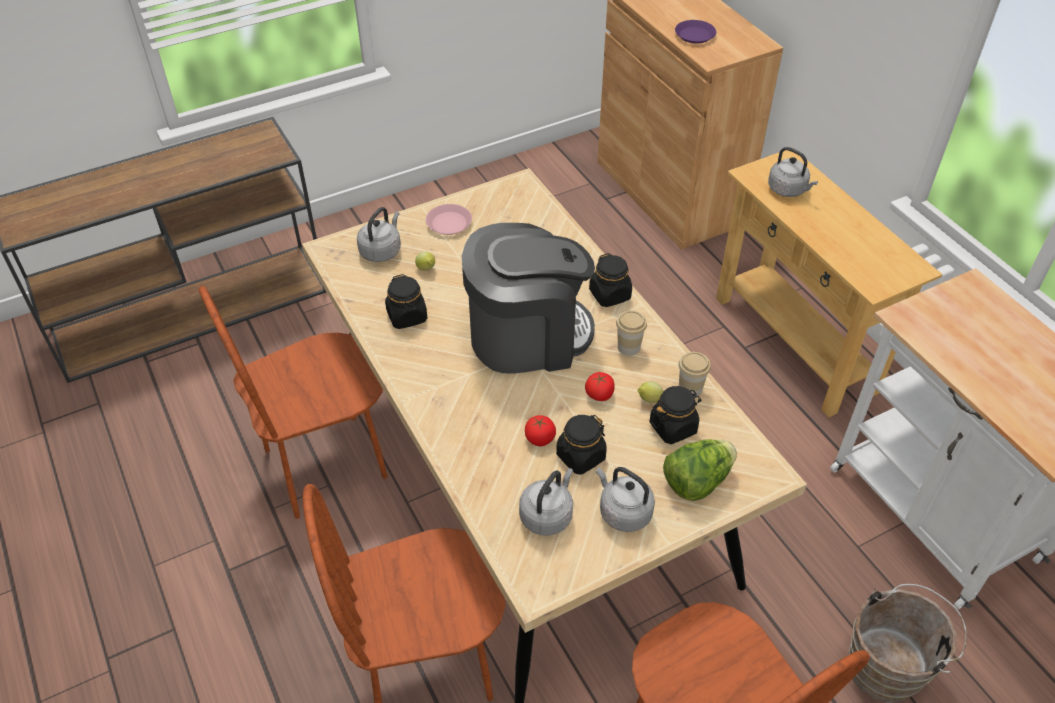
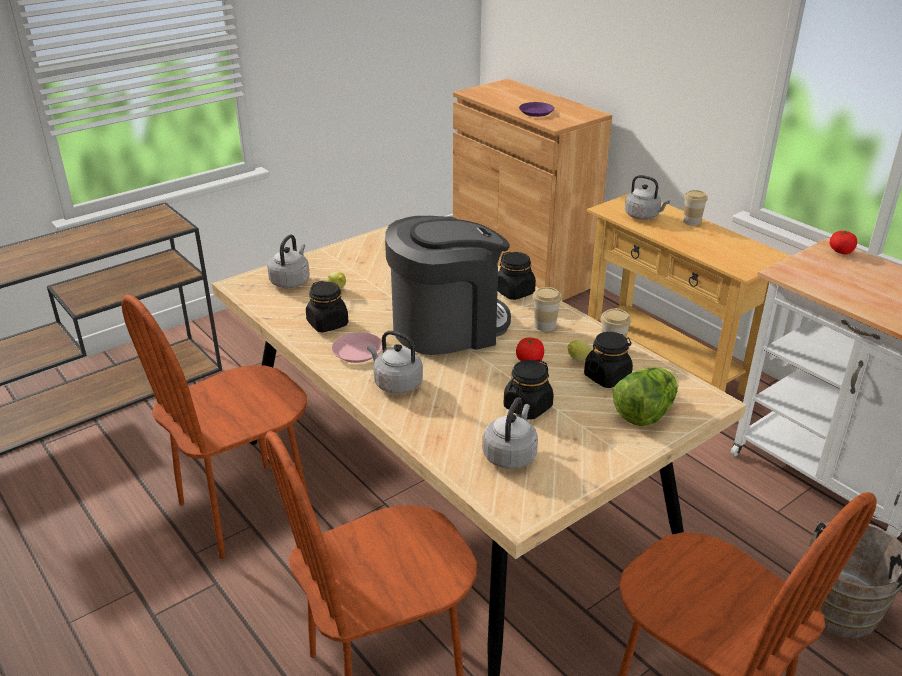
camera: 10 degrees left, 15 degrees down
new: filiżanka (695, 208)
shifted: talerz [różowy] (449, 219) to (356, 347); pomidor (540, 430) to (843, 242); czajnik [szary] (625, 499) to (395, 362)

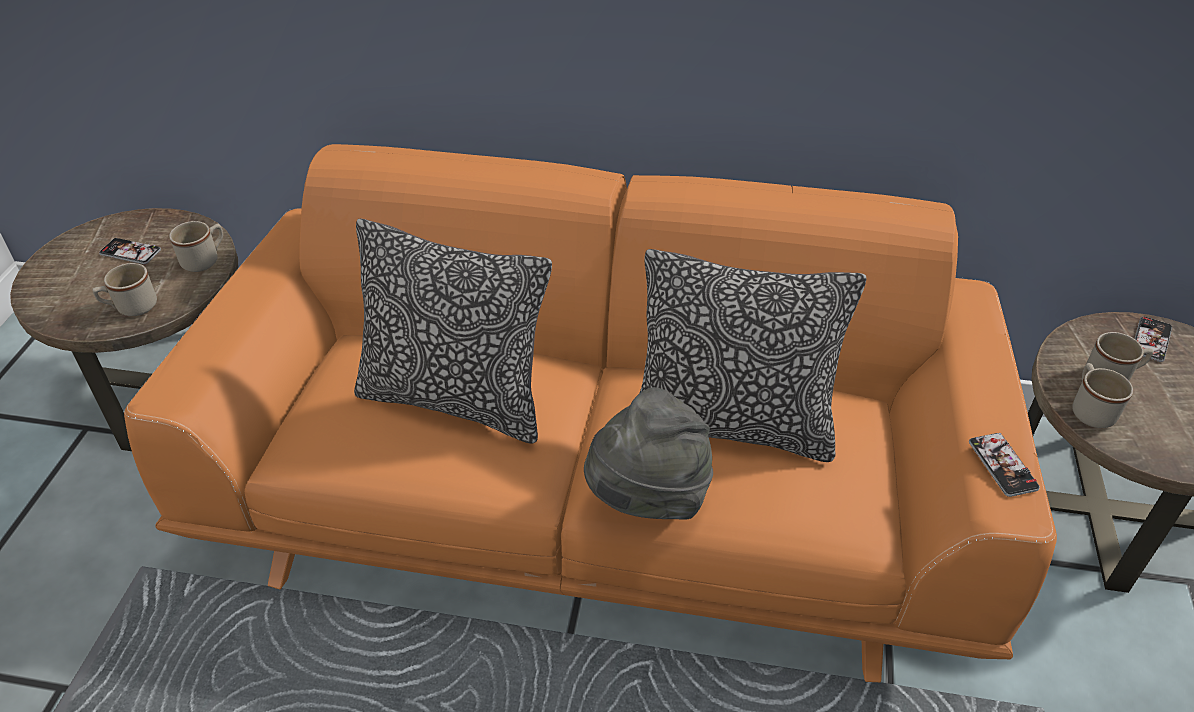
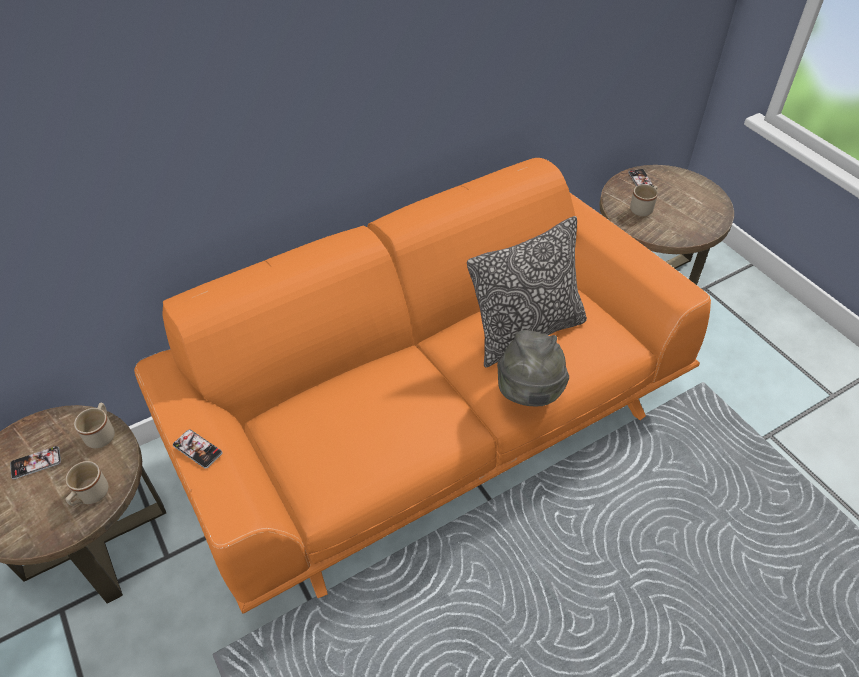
camera: 40 degrees left, 5 degrees up
gone: poduszka (453, 331); kubek [beżowy] (1102, 395)
shifted: telefon (1004, 465) to (198, 449)

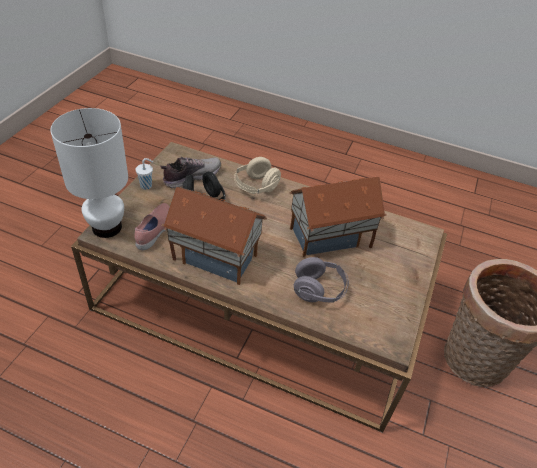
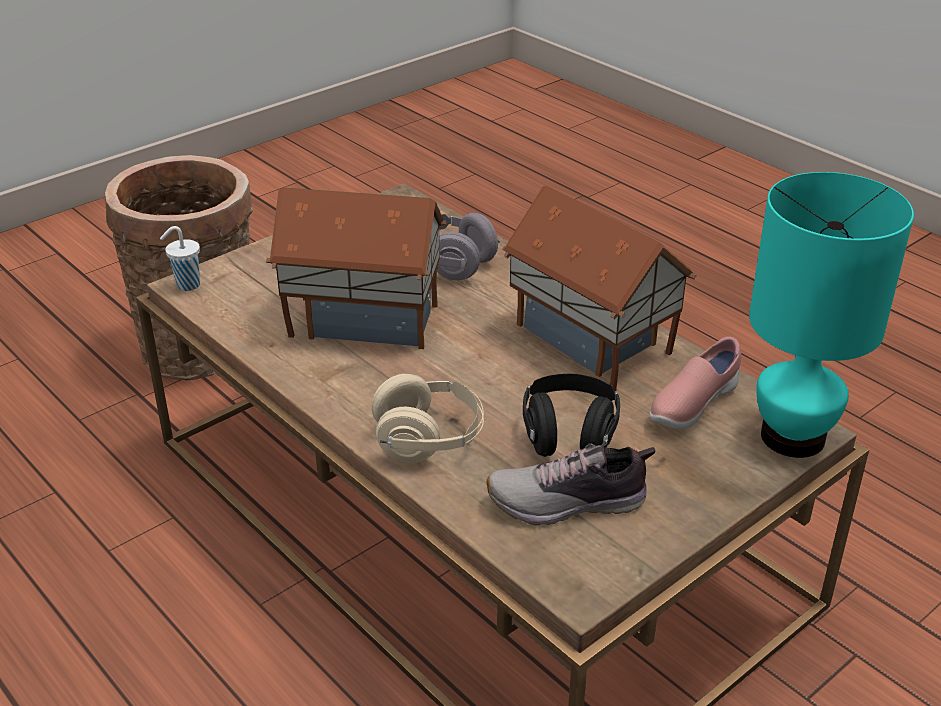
camera: 150 degrees left, 10 degrees down
shifted: filiżanka [biały] (144, 174) to (180, 258)
repainted: lampa stołowa [biały] (89, 173) to lampa stołowa [turkusowy] (831, 315)

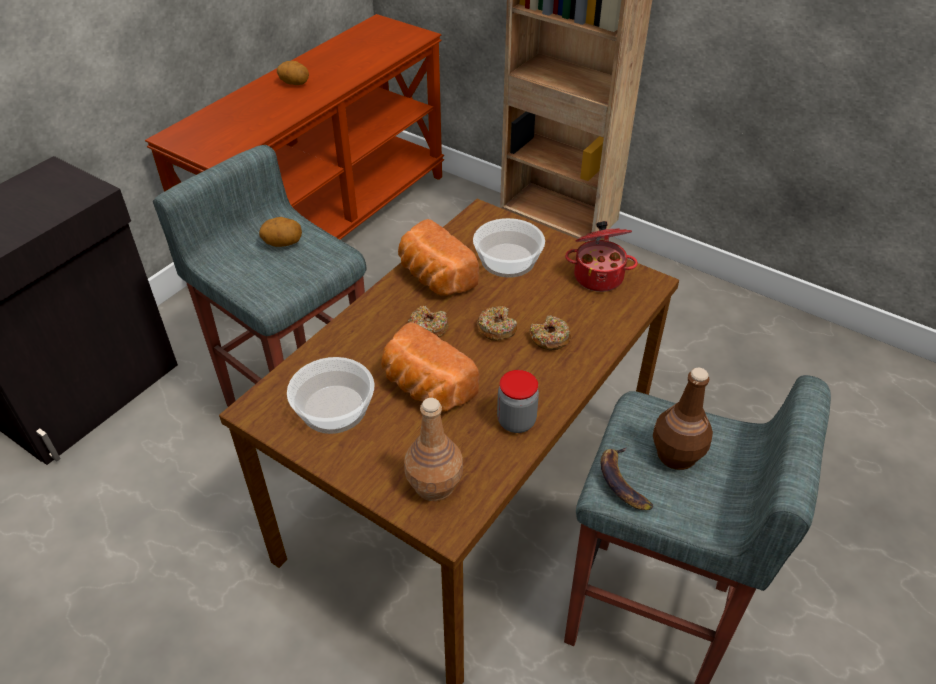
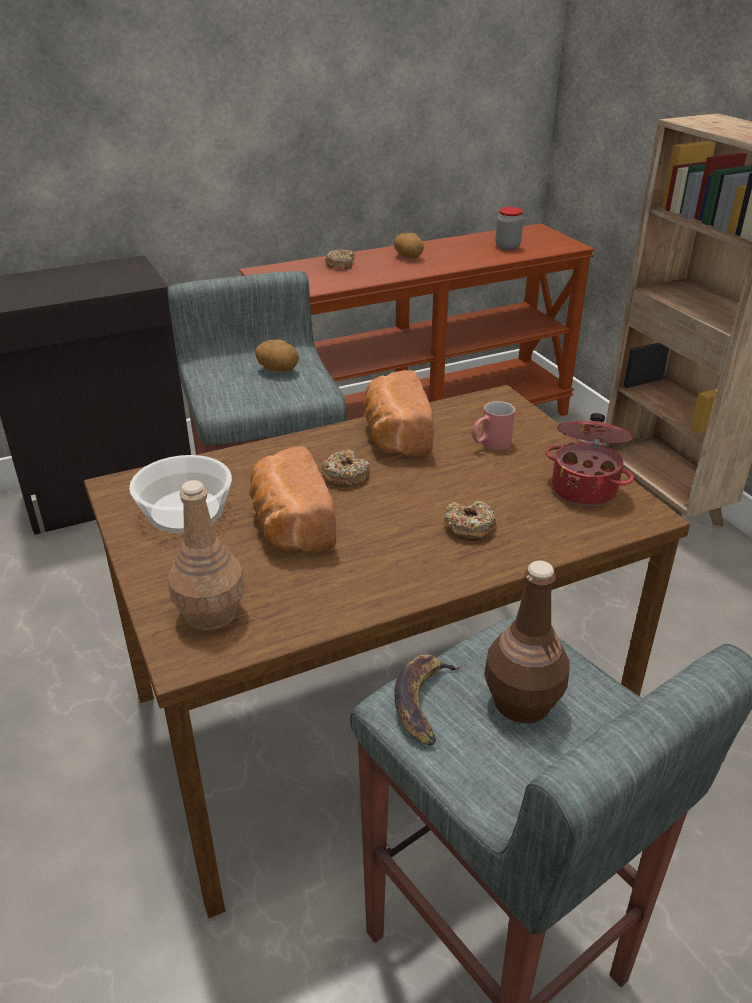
camera: 30 degrees right, 10 degrees down
shifted: donut (497, 323) to (340, 259); słoik (518, 401) to (509, 228)
swapped: miska (509, 248) to kubek [czerwony] (493, 425)

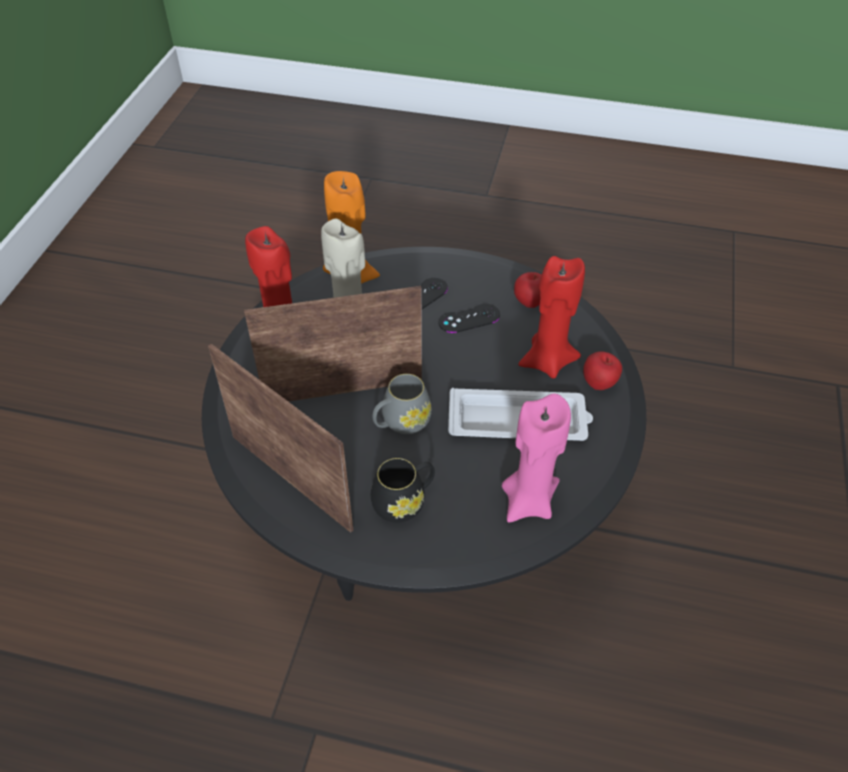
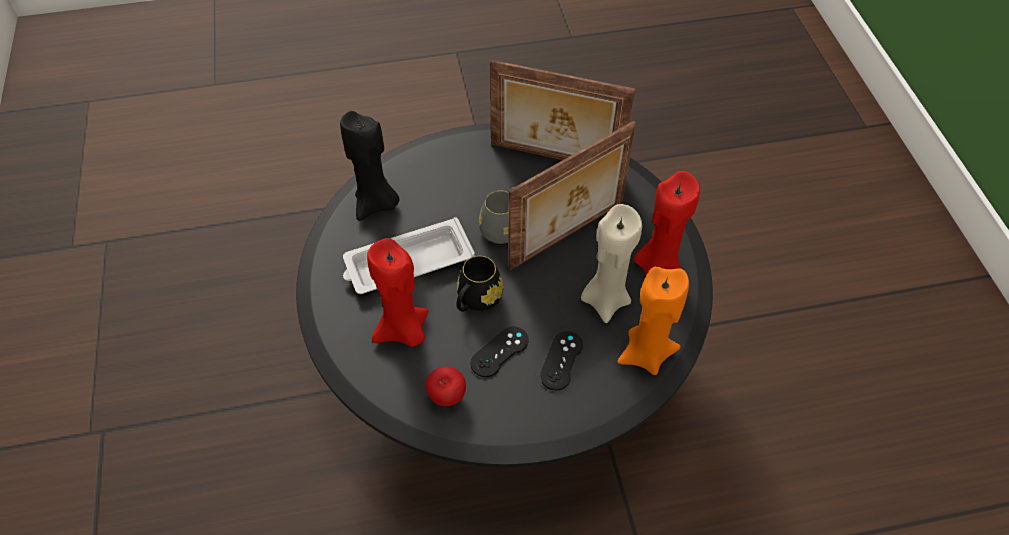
camera: 155 degrees right, 5 degrees up
gone: jabłko (602, 371)
shifted: kubek [czarny] (403, 490) to (480, 284)
repainted: świeca [różowy] (536, 458) to świeca [czarny] (370, 166)

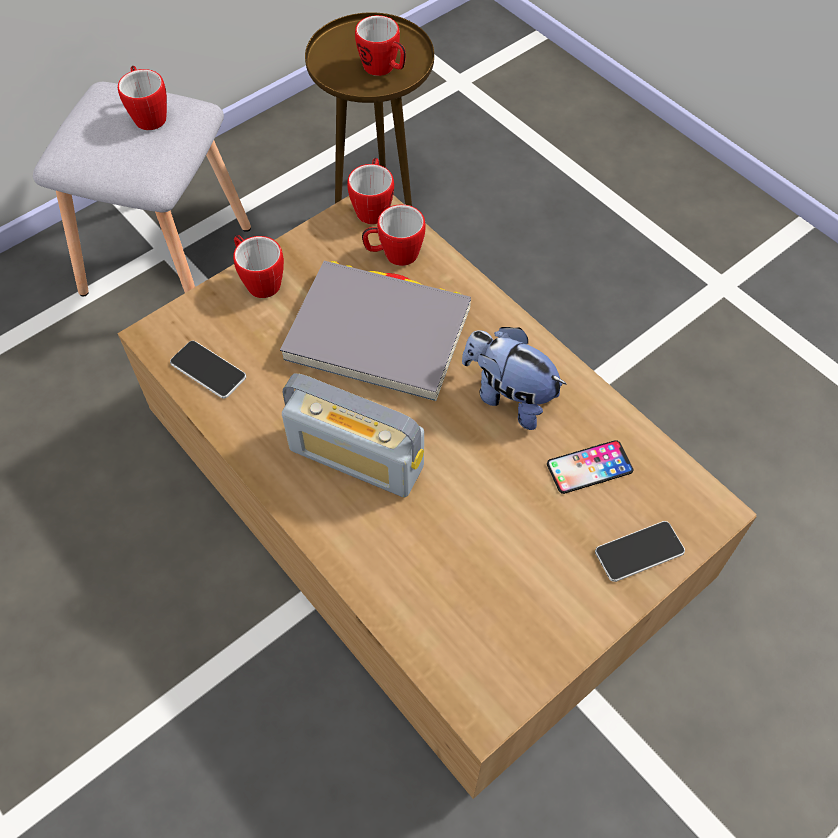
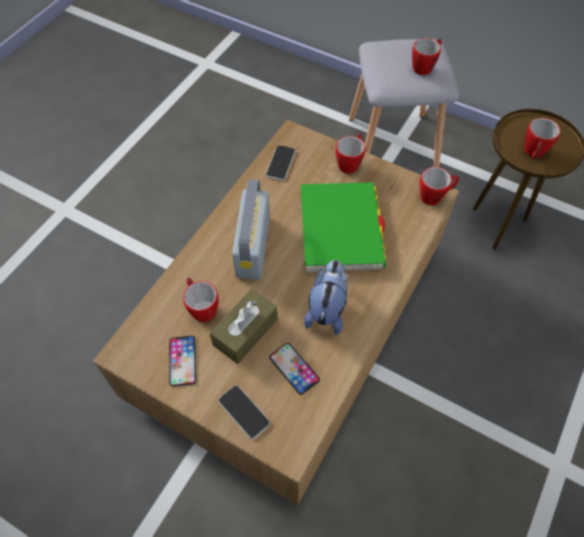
camera: 70 degrees right, 0 degrees up
new: pudełko chusteczek [brązowy] (243, 326); telefon (182, 361)
shifted: kubek (393, 235) to (201, 300)
repainted: książka [szary] (375, 331) to książka [zielony] (344, 228)

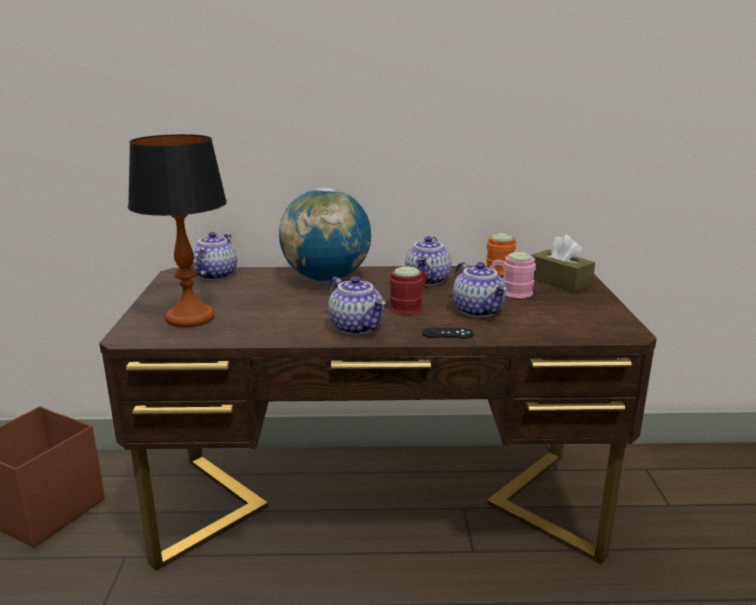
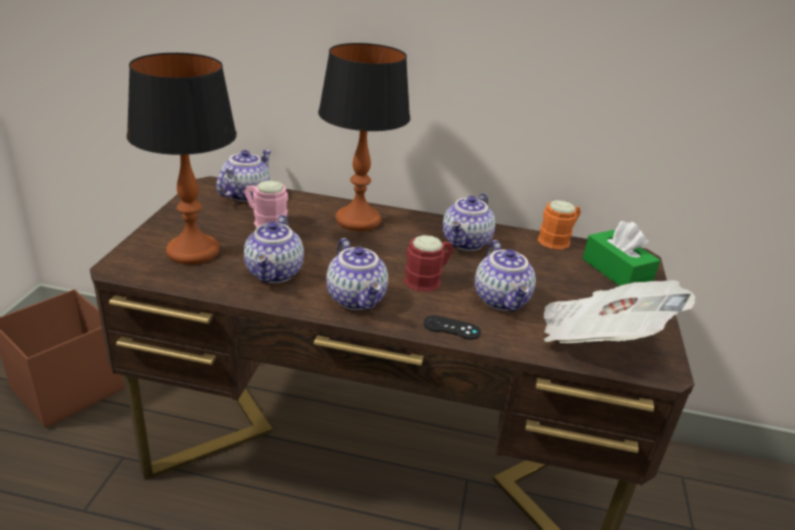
camera: 10 degrees right, 10 degrees up
new: imbryk (274, 248); gazeta (619, 311)
shifted: kubek [różowy] (513, 275) to (266, 204)
swapped: globus (325, 235) to lampa stołowa (364, 137)
repainted: pudełko chusteczek [brązowy] (563, 263) to pudełko chusteczek [zielony] (621, 253)

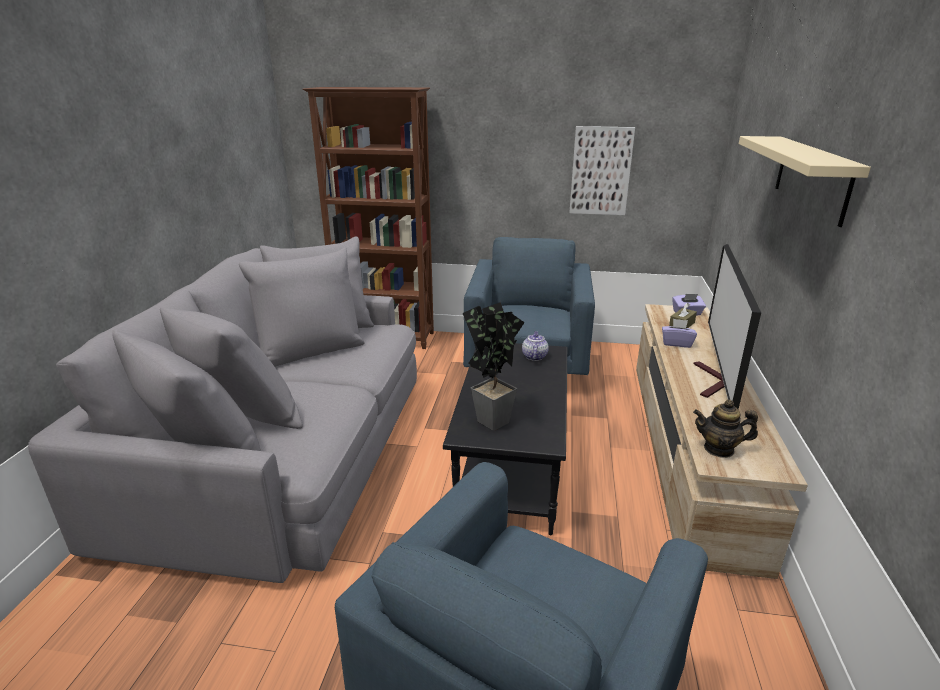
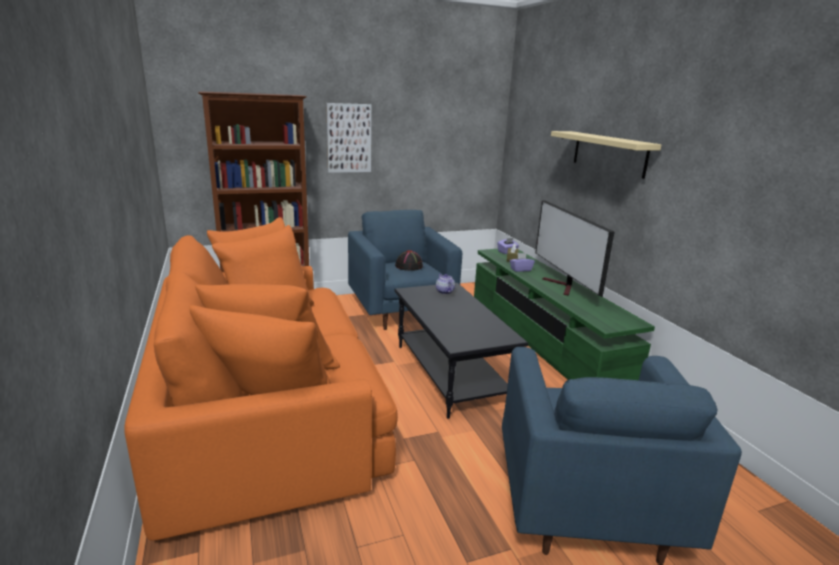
camera: 30 degrees left, 5 degrees down
gone: roślina doniczkowa (493, 366); imbryk (725, 429)
new: kapelusz [czarny] (409, 260)
shifted: obraz (602, 170) to (348, 138)
repainted: kanapa [szary] (222, 409) to kanapa [pomarańczowy] (261, 379); szafka pod telewizor [beżowy] (722, 441) to szafka pod telewizor [zielony] (564, 314)

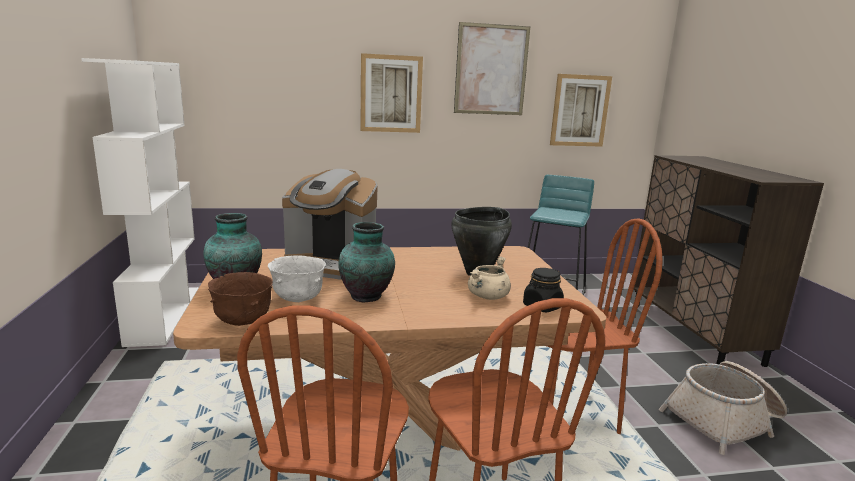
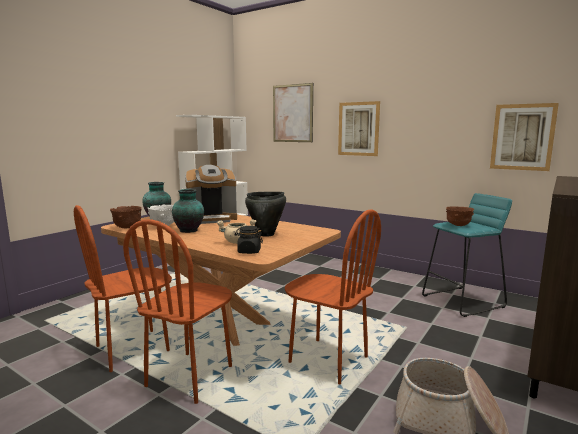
camera: 45 degrees right, 5 degrees down
new: miska [brązowy] (460, 216)
shifted: obraz (492, 68) to (293, 112)
rotated: ekspres do kawy (329, 224) = (211, 194) 75 degrees counterclockwise

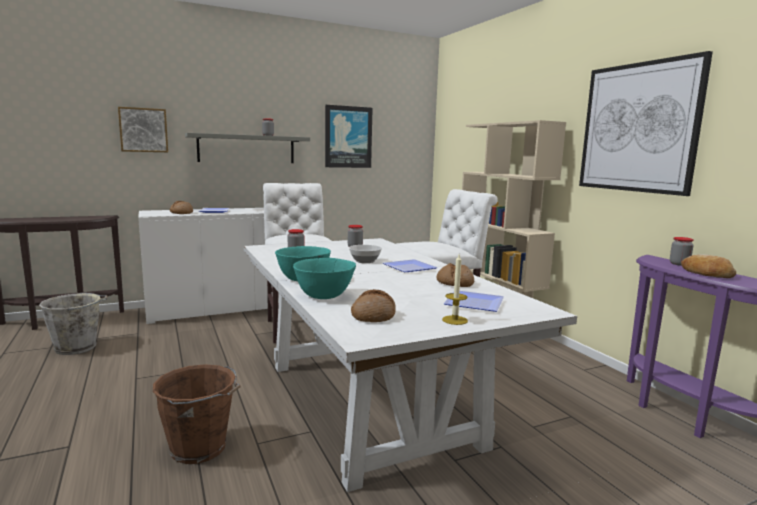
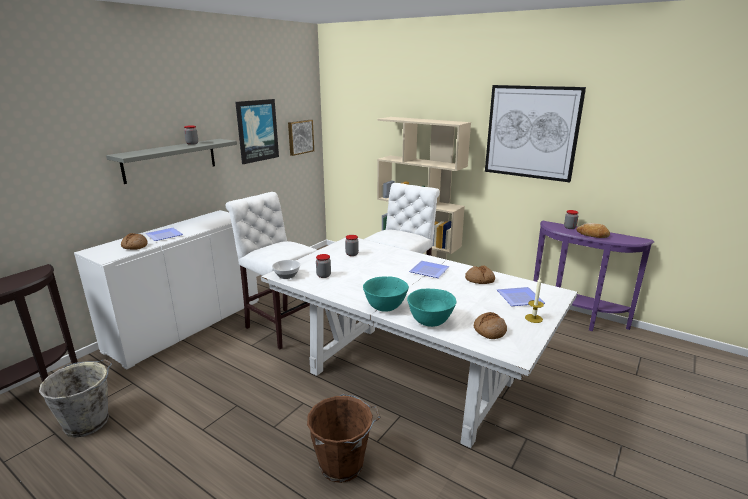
camera: 30 degrees left, 10 degrees up
shifted: obraz (143, 129) to (301, 138); miska (365, 254) to (286, 269)

